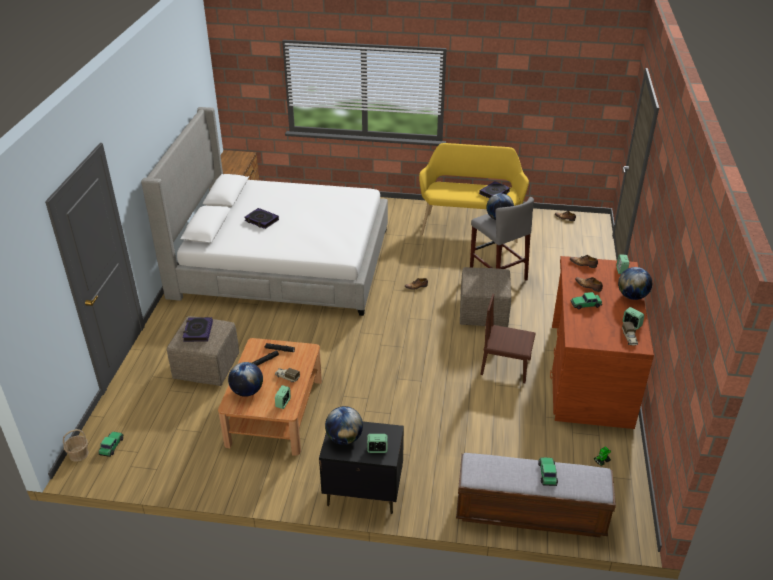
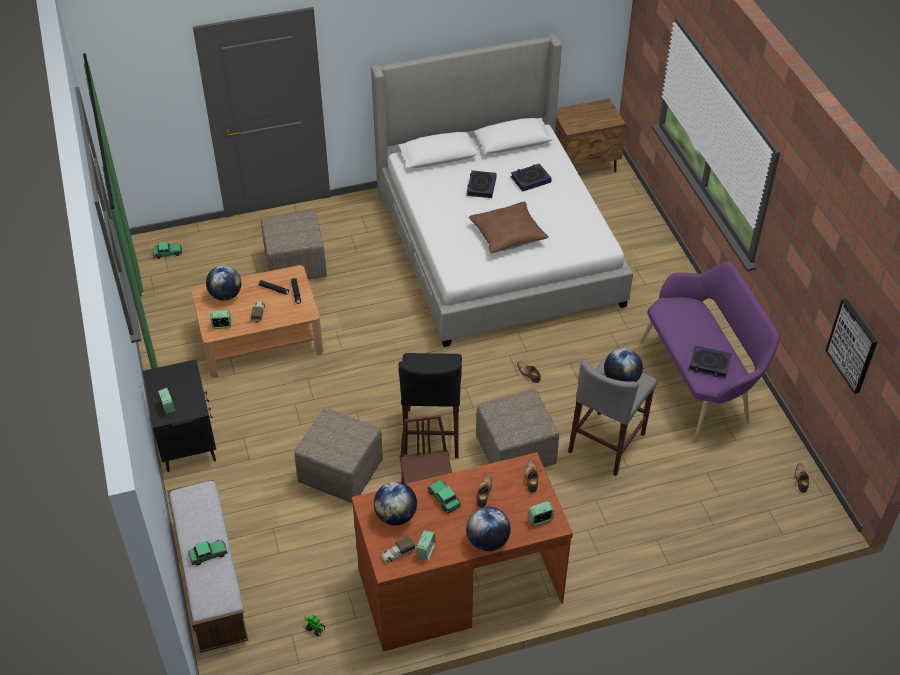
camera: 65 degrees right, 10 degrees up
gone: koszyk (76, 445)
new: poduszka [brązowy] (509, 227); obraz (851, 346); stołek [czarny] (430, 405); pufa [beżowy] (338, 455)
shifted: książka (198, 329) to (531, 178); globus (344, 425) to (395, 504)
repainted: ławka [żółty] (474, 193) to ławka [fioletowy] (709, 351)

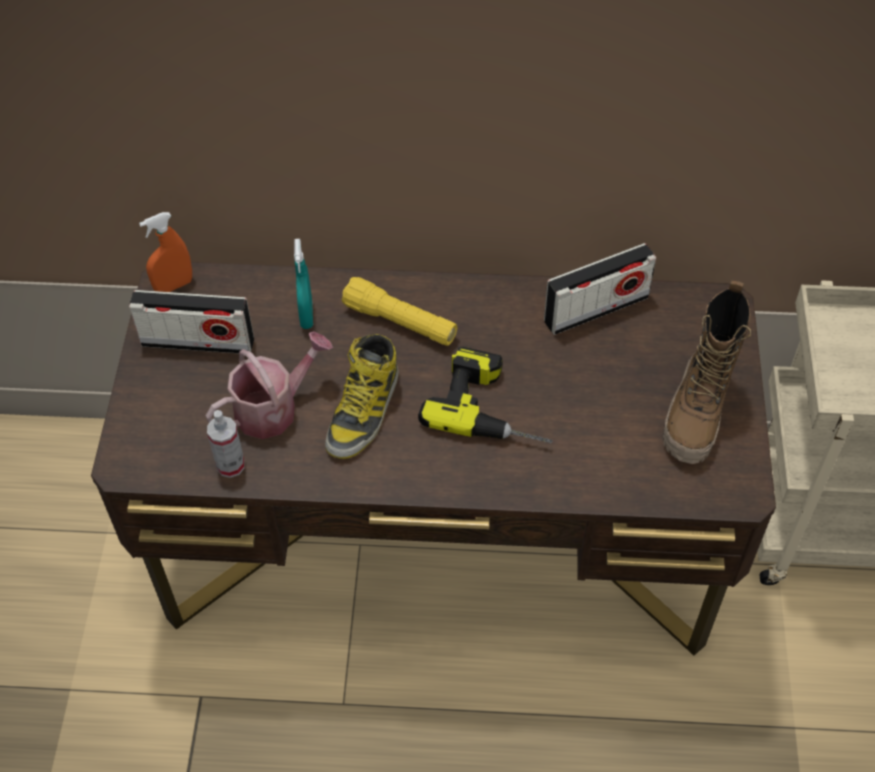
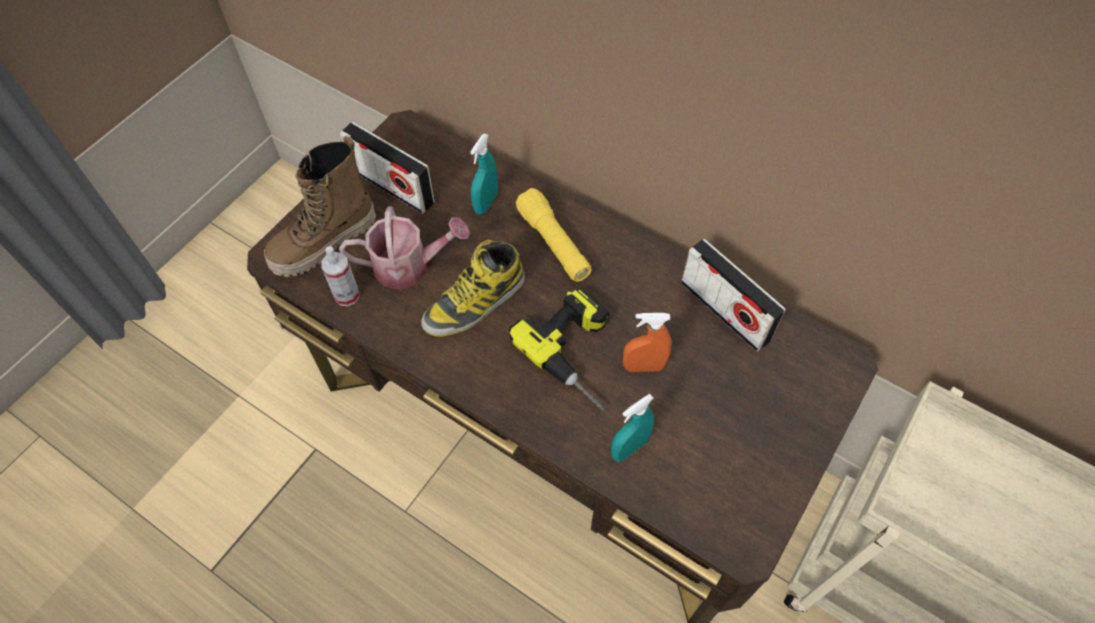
camera: 30 degrees right, 5 degrees up
new: spryskiwacz [turkusowy] (632, 428)
shifted: spryskiwacz [pomarańczowy] (165, 252) to (647, 342); but z cholewką (707, 372) to (320, 206)
rotated: radio (600, 289) = (733, 295) 45 degrees clockwise

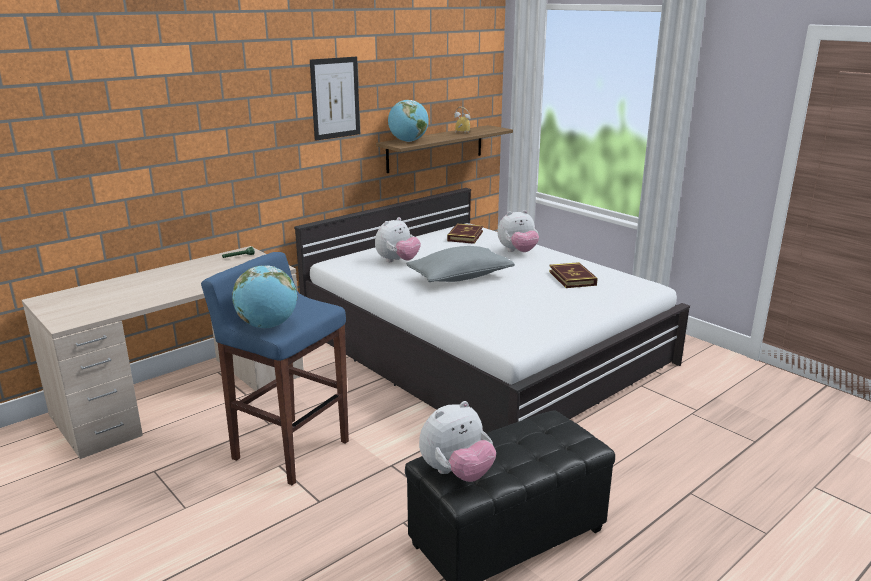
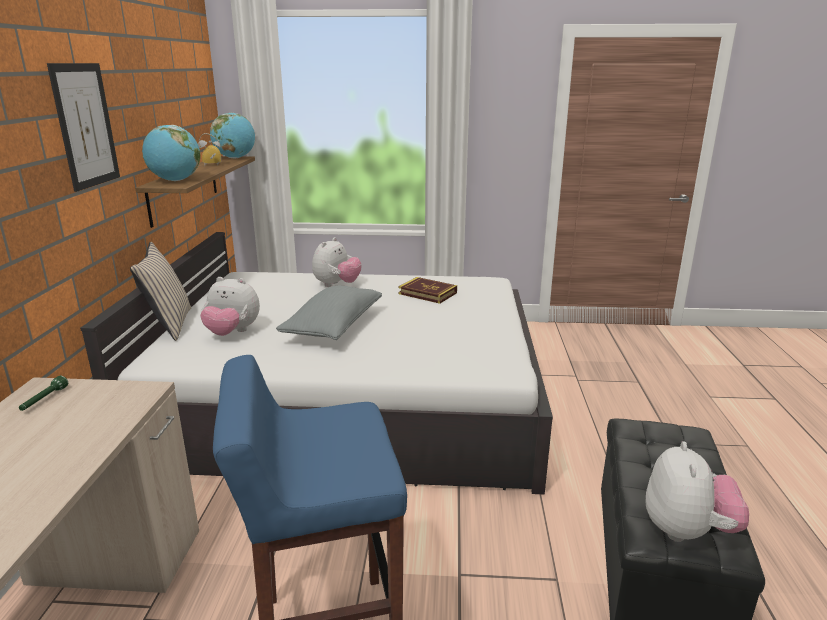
camera: 45 degrees left, 0 degrees up
gone: książka (465, 234)
new: poduszka [beżowy] (160, 291)
shifted: globus (265, 297) to (232, 135)
rotated: pluszak (398, 239) = (230, 306) 105 degrees clockwise

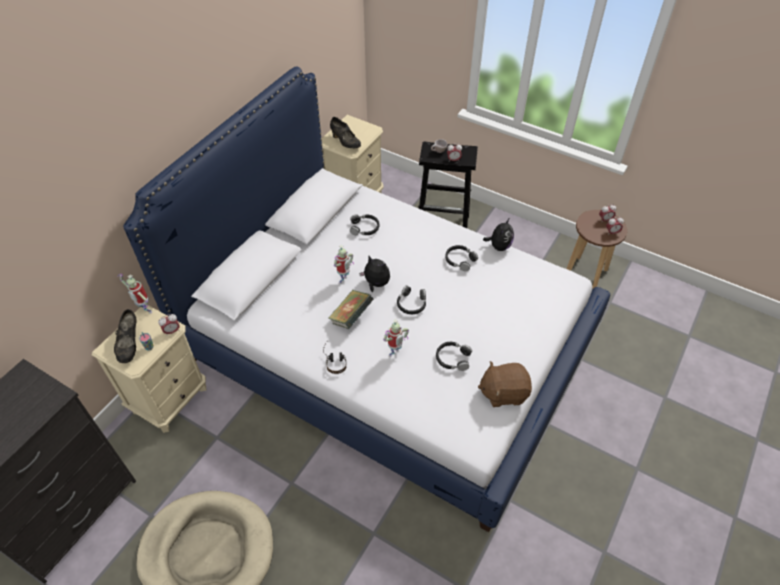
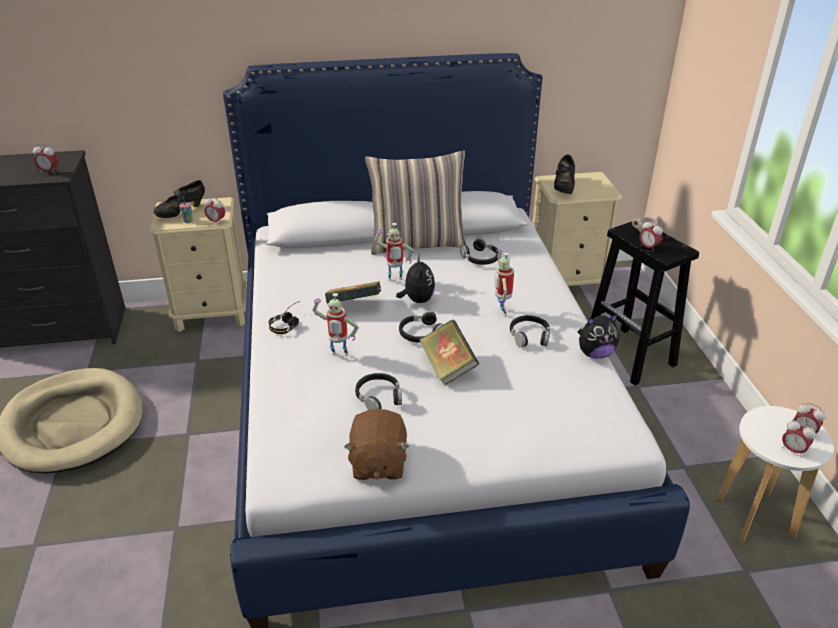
camera: 50 degrees right, 15 degrees down
new: budzik (45, 159); poduszka (416, 203); książka (449, 353)
shifted: robot zabawkowy (134, 293) to (504, 283)
repainted: stołek [brązowy] (597, 249) to stołek [biały] (775, 474)
rotated: pluszak [brązowy] (505, 384) = (377, 444) 135 degrees counterclockwise

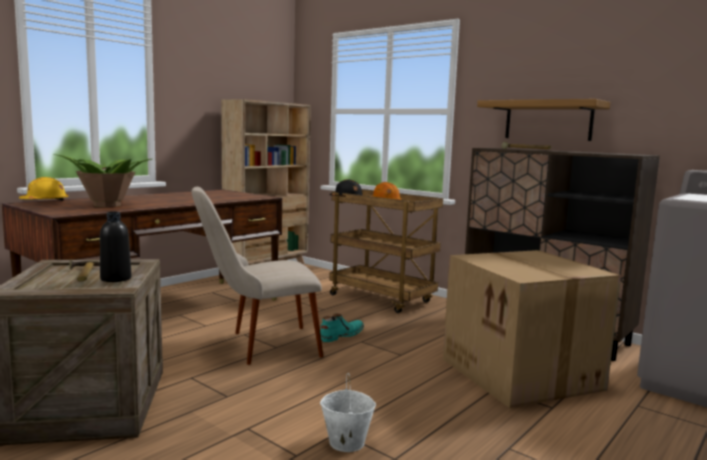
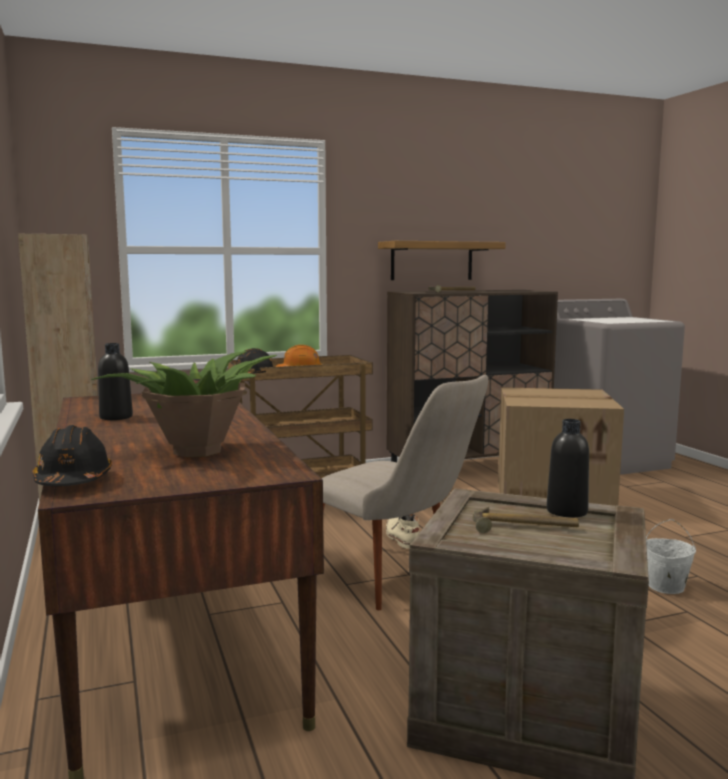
camera: 60 degrees left, 0 degrees up
new: butelka [czarny] (115, 381)
repainted: kask [żółty] (43, 189) to kask [czarny] (72, 455); but z cholewką [turkusowy] (342, 327) to but z cholewką [beżowy] (402, 531)
rotated: krzesło [beżowy] (257, 276) = (404, 492) 60 degrees counterclockwise

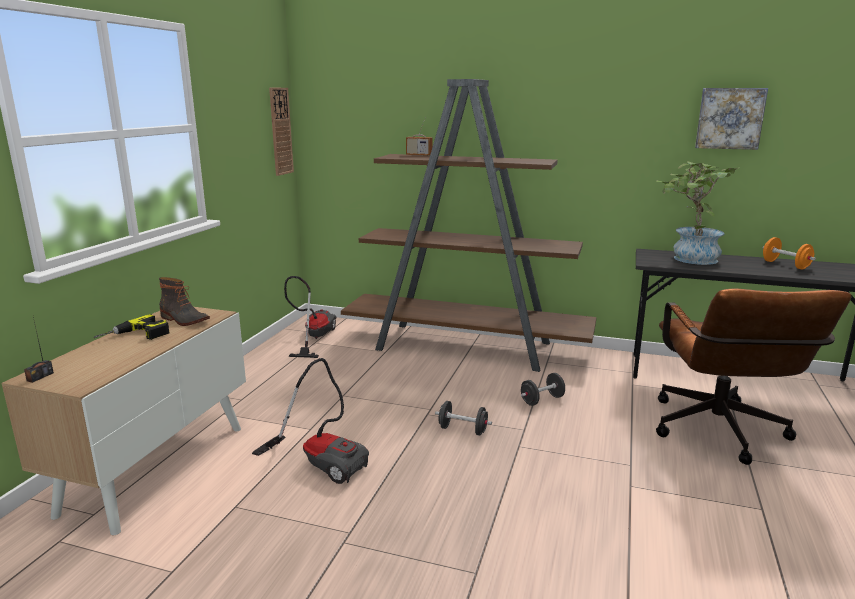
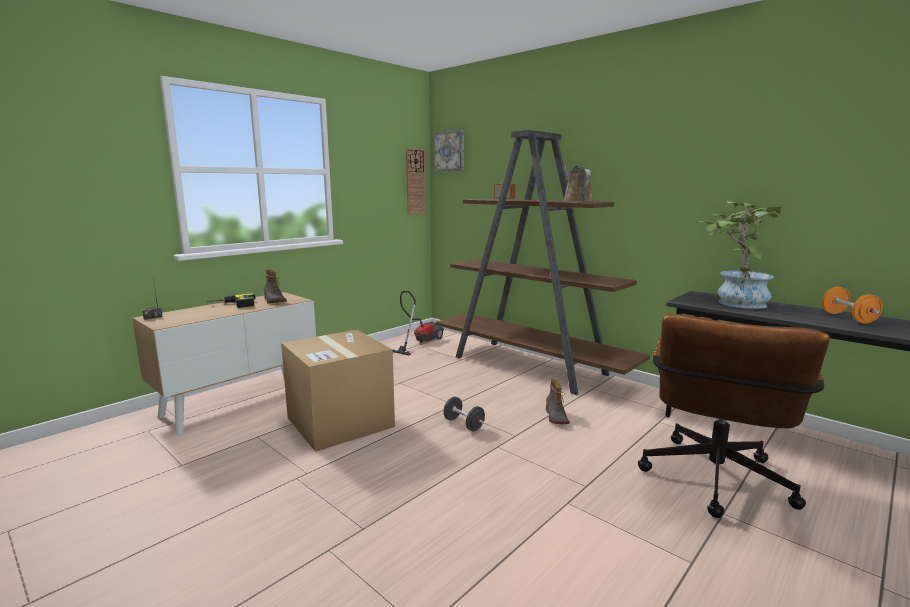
camera: 25 degrees right, 5 degrees down
new: konewka [brązowy] (578, 183)
shifted: obraz (731, 119) to (448, 150)
swapped: odkurzacz (310, 421) to karton (338, 391); hantel [czarny] (543, 389) to but z cholewką (558, 401)

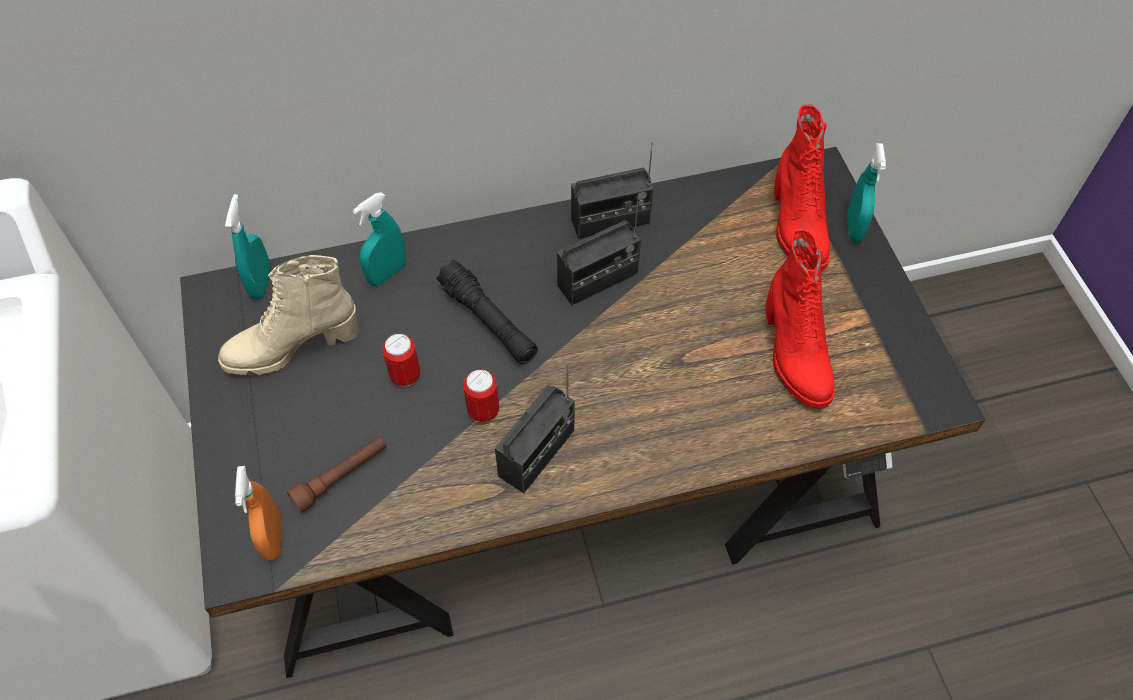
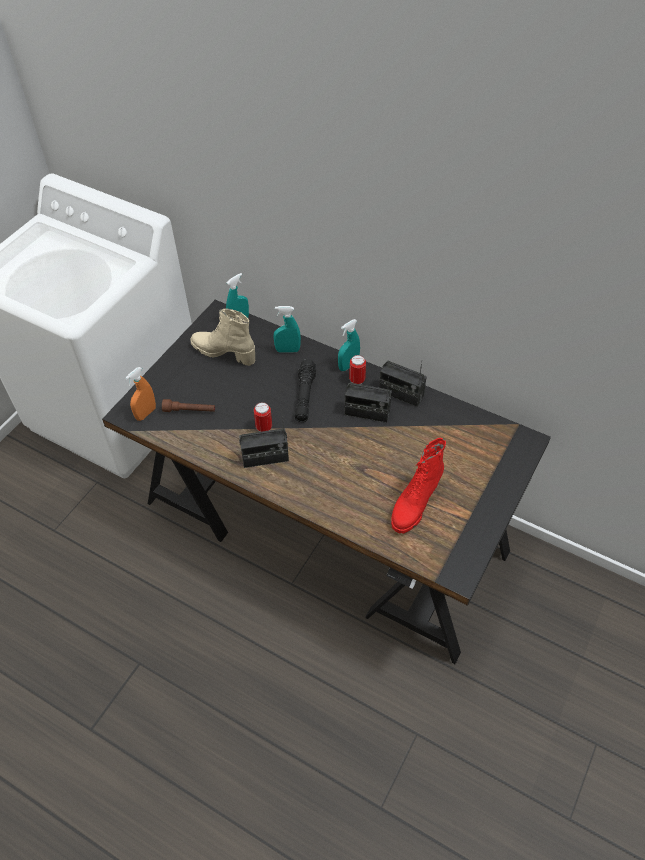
camera: 45 degrees right, 5 degrees down
gone: but z cholewką [czerwony] (802, 188)
shifted: spryskiwacz [turkusowy] (866, 193) to (349, 345); puszka (401, 360) to (357, 369)

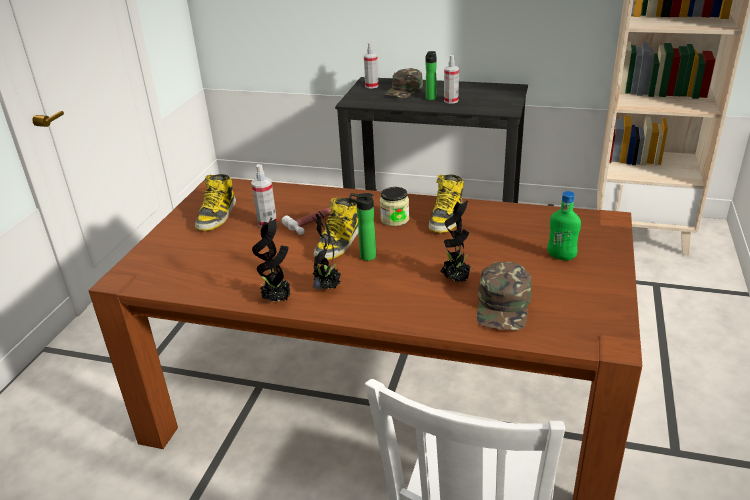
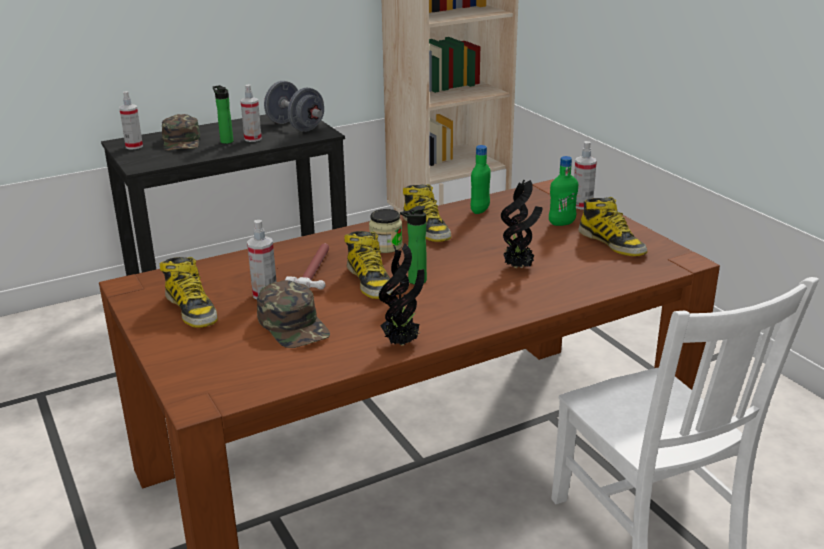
camera: 45 degrees left, 5 degrees down
gone: roślina doniczkowa (325, 250)
new: hantel [szary] (294, 106); spryskiwacz (585, 175); butelka [zielony] (481, 179); but z cholewką (612, 226)
shifted: czapka z daszkiem [zielony] (504, 295) to (293, 314)

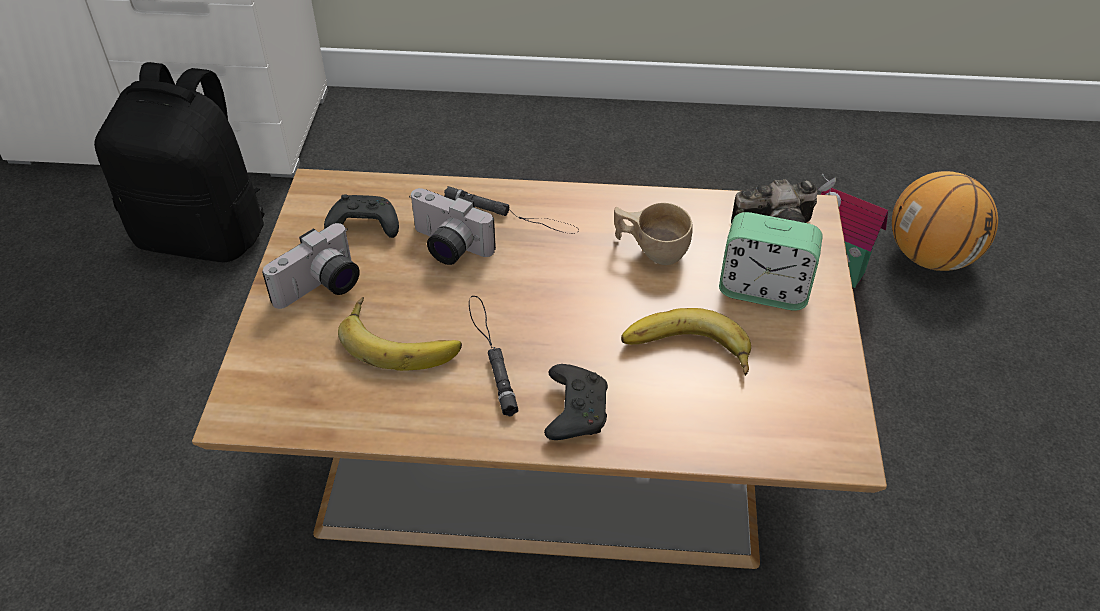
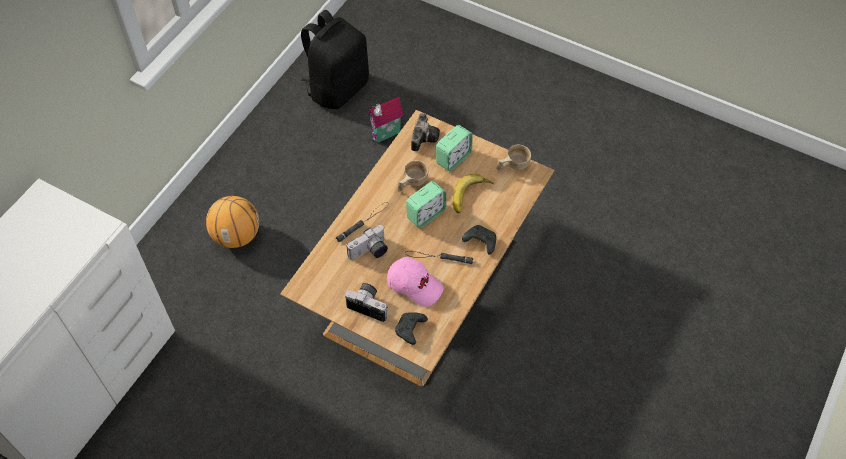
camera: 65 degrees left, 10 degrees up
new: filiżanka [beżowy] (513, 158); budzik (426, 204)
shifted: plecak [czarny] (179, 162) to (335, 59); piłka do koszykówki (945, 221) to (232, 222); pad do gier [czarny] (361, 216) to (411, 328)
swapped: banan (400, 334) to czapka z daszkiem [różowy] (415, 282)
rotated: aparat fotograficzny (311, 266) = (366, 302) 45 degrees counterclockwise

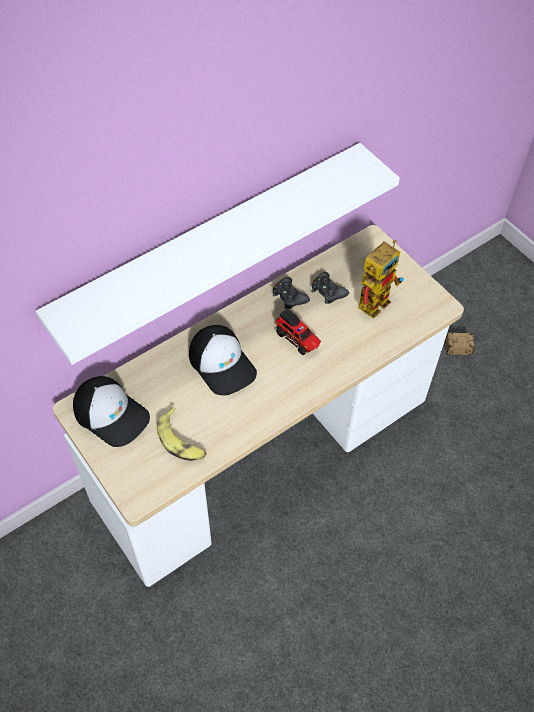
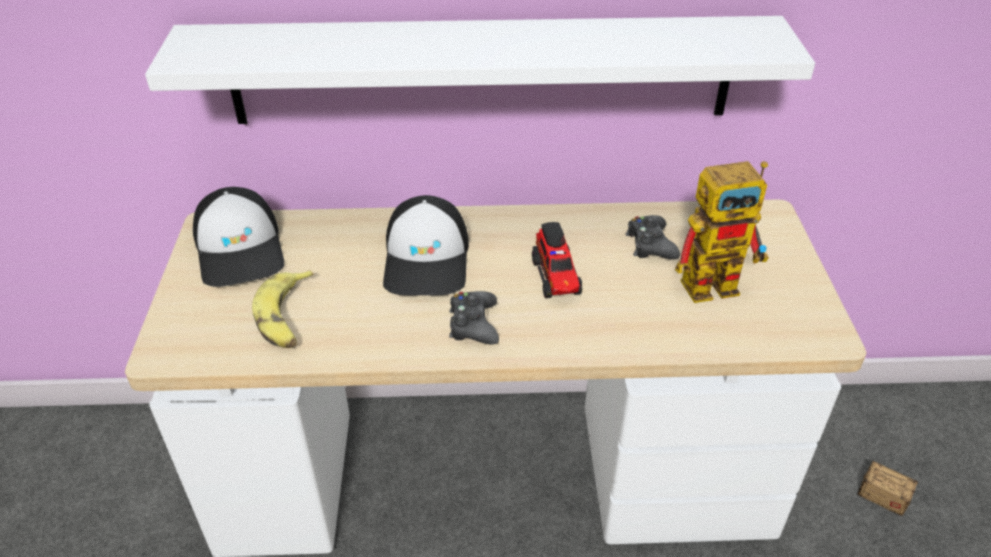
camera: 35 degrees right, 15 degrees down
shifted: pad do gier [czarny] (291, 293) to (474, 317)

